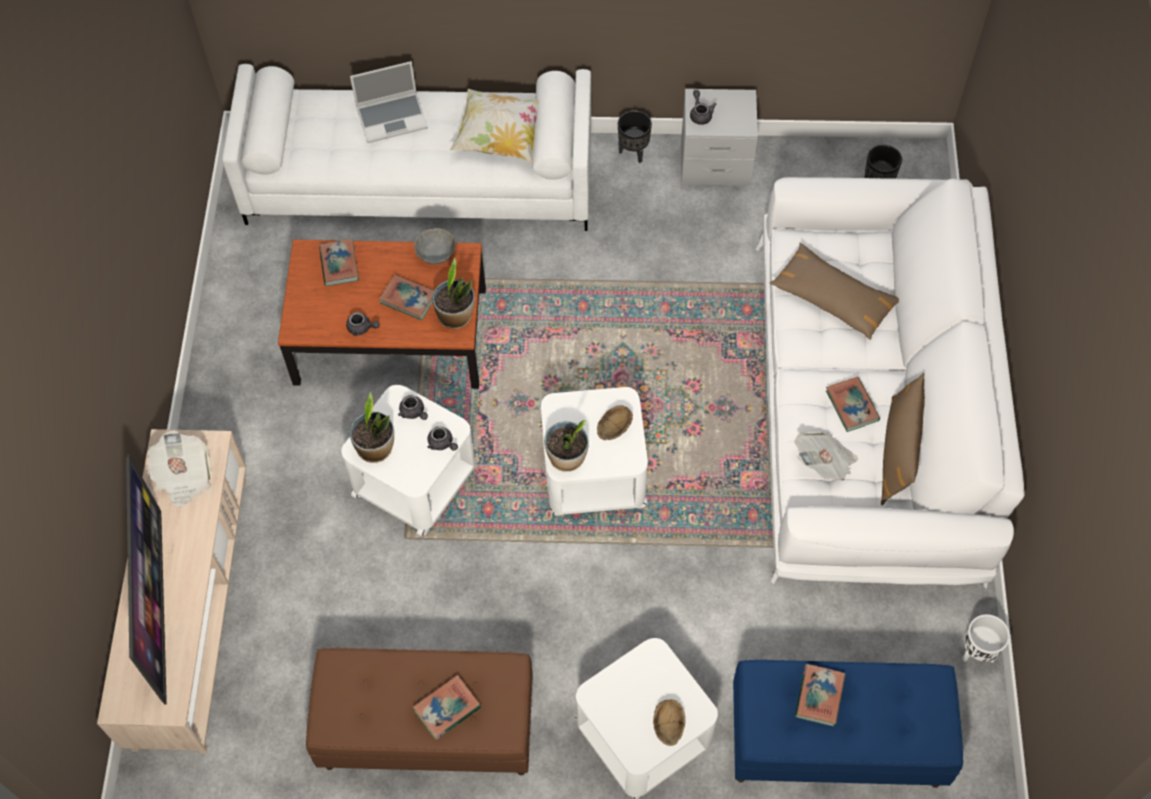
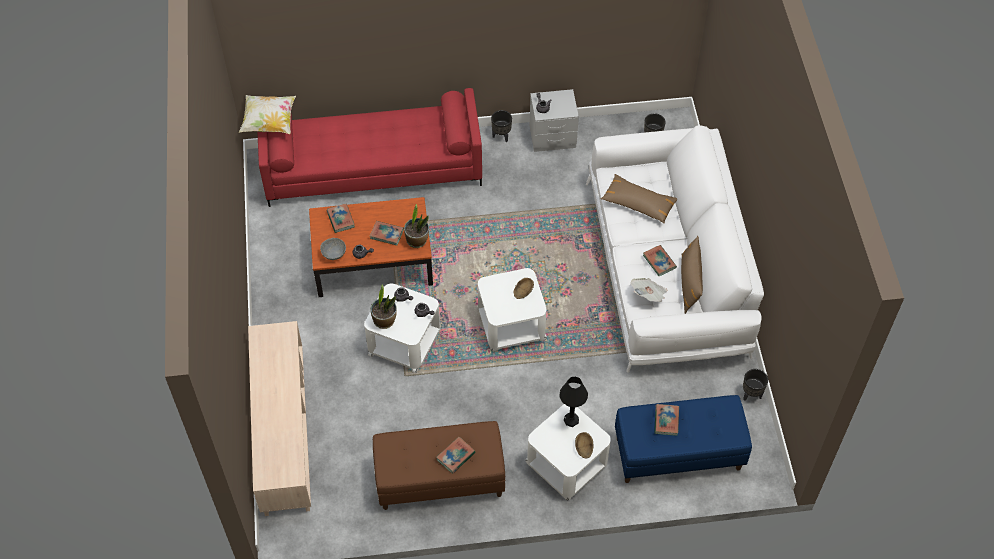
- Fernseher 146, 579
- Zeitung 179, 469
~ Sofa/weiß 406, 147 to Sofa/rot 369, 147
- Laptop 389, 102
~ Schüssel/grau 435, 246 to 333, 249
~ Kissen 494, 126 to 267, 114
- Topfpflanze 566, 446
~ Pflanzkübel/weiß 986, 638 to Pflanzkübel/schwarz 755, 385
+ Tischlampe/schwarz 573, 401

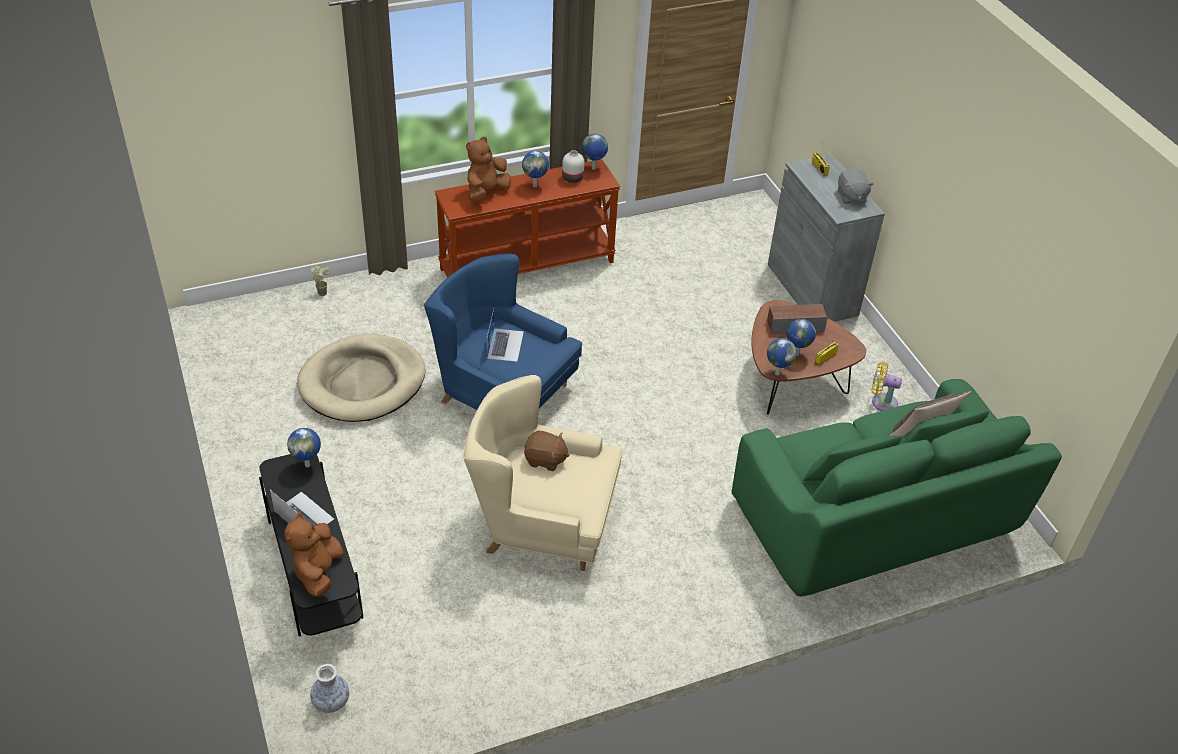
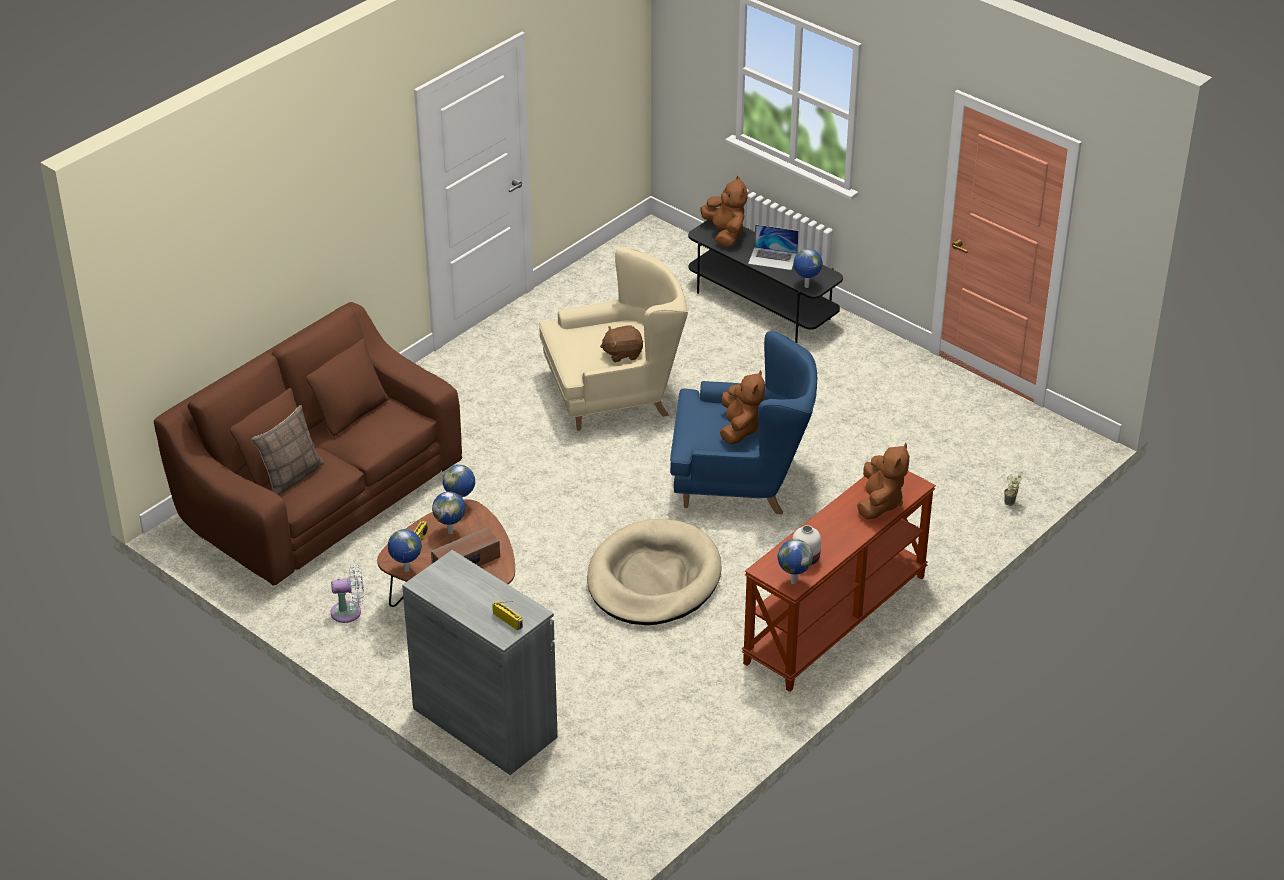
~ Hundebett/beige 361, 378 to 654, 572
- Vase 329, 688
~ Laptop 505, 335 to Plüschtier/braun 742, 407
~ Globus 535, 169 to 405, 550
~ Sofa/grün 896, 488 to Sofa/braun 308, 444
- Plüschtier/grau 856, 186
~ Ventilator/gelb 886, 386 to Ventilator/weiß 347, 593

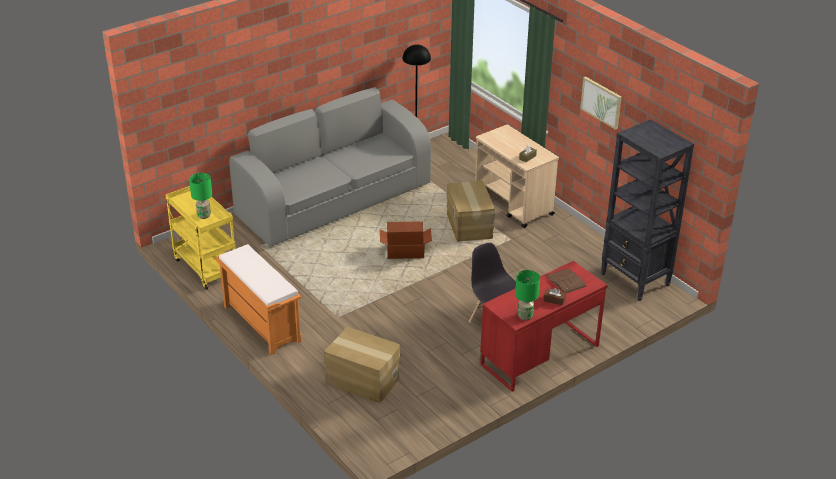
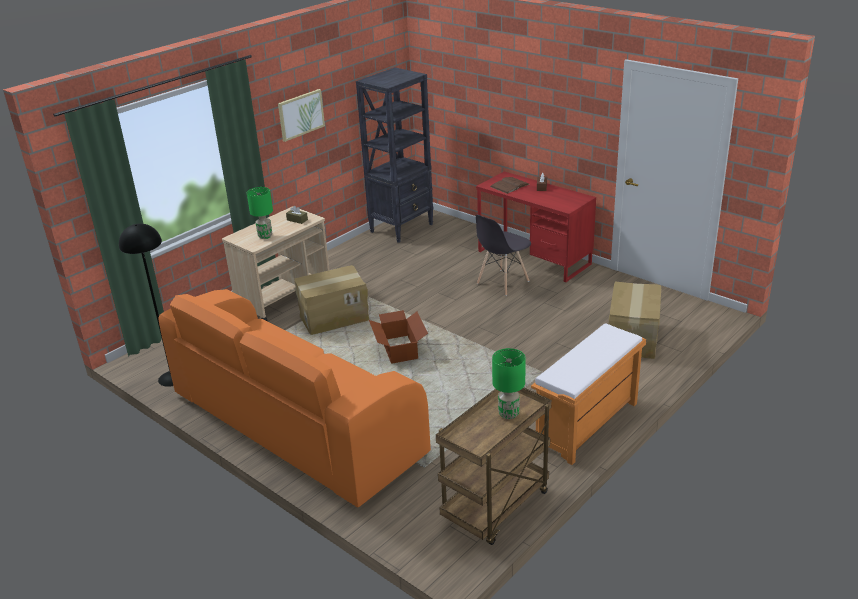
~ Rollwagen/gelb 200, 238 to Rollwagen/braun 493, 466
~ Sofa/grau 330, 166 to Sofa/orange 294, 398
~ Tischlampe/grün 527, 295 to 260, 213

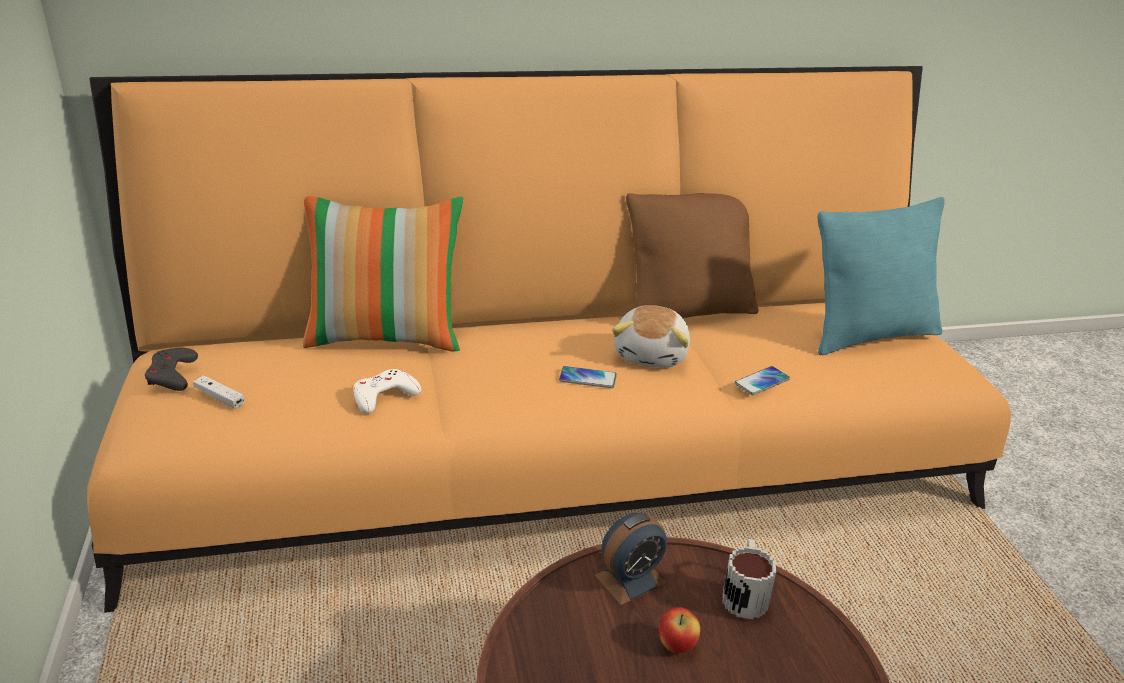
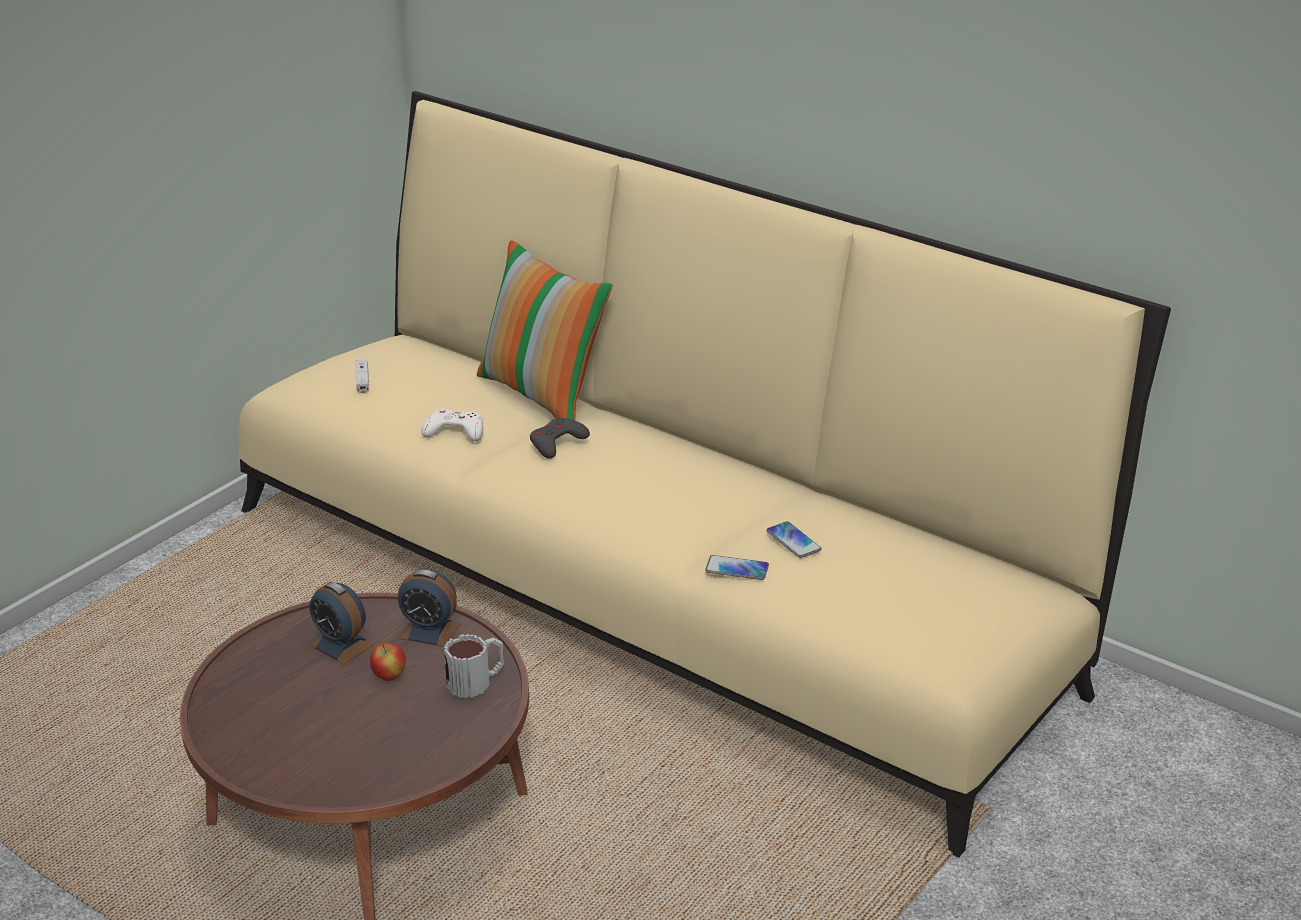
~ Sofa/orange 549, 339 to Sofa/beige 704, 474
~ Gamepad/grau 171, 369 to 560, 438
~ Handy 588, 377 to 794, 539
- Plüschtier 651, 336
- Kissen/braun 692, 255
- Kissen/türkis 881, 276
+ Wecker 341, 623

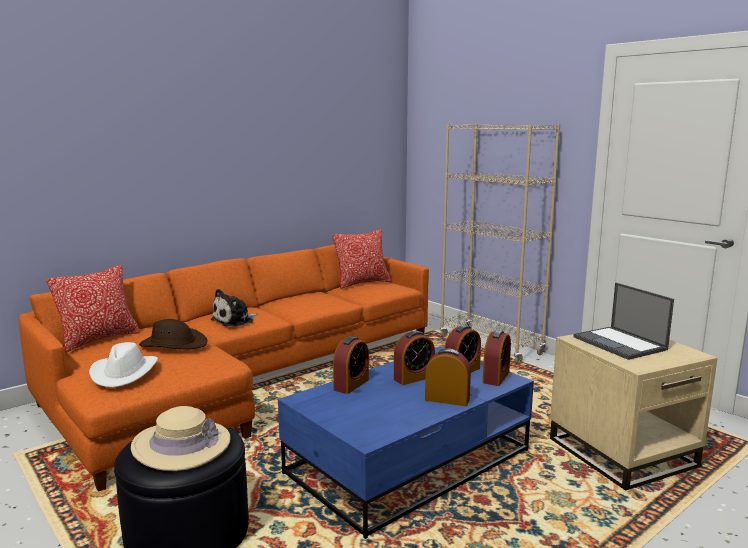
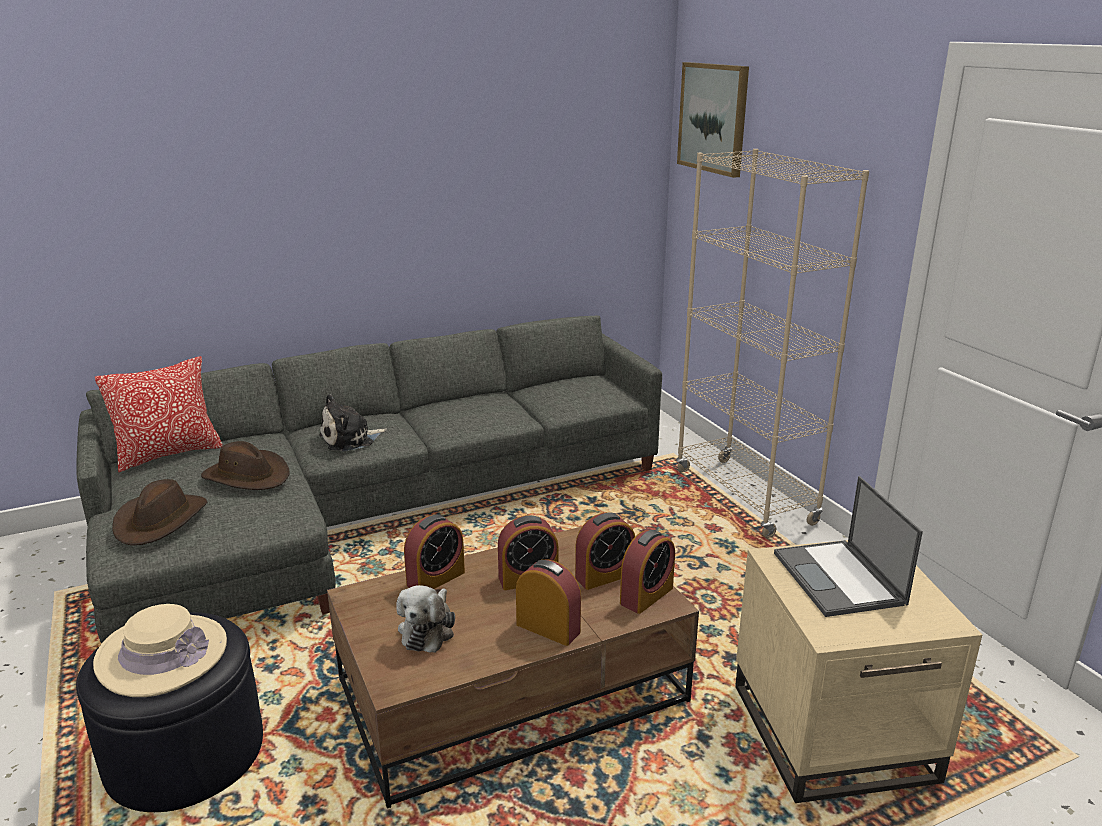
~ Sofa/orange 224, 368 to Sofa/grau 369, 480
~ Hut/weiß 123, 365 to Hut/braun 159, 512
~ Couchtisch/blau 406, 442 to Couchtisch/braun 513, 668
- Kissen 361, 259
+ Plüschtier 425, 619
+ Bild 713, 120

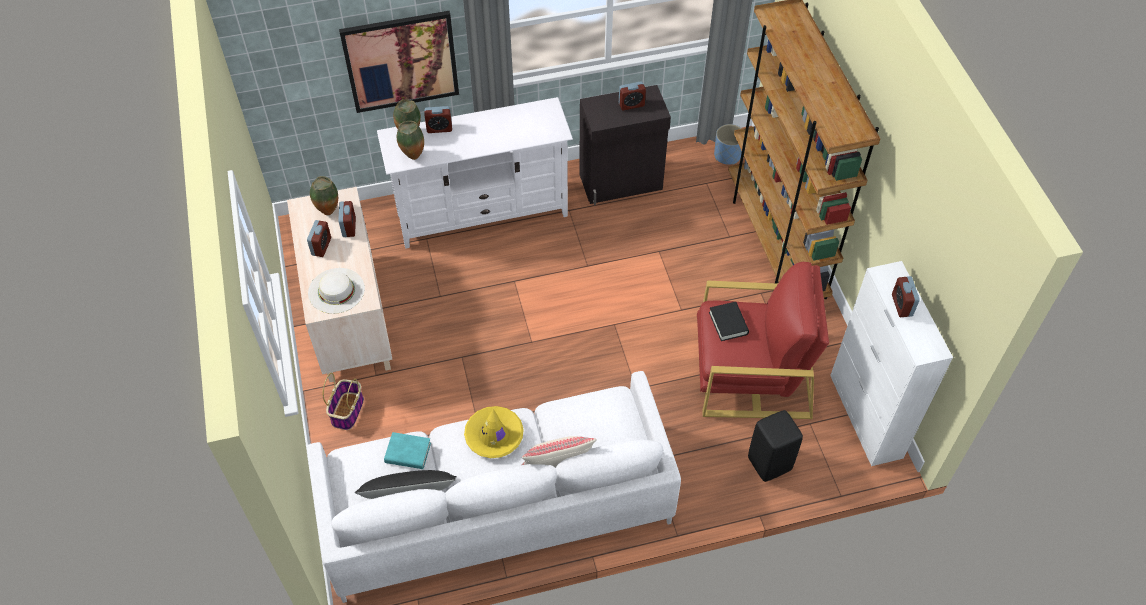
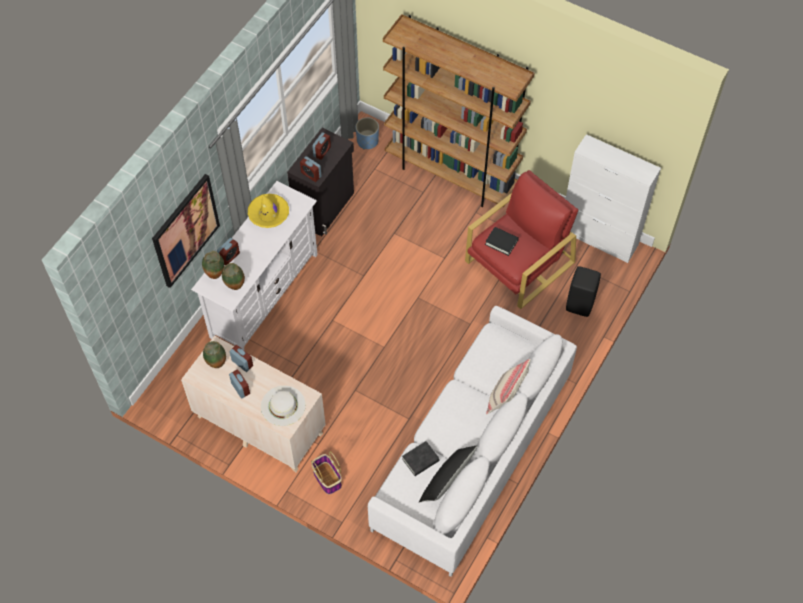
~ Buch/türkis 407, 450 to Buch/schwarz 421, 458
~ Hut/gelb 494, 432 to 268, 211
~ Wecker 906, 296 to 310, 169

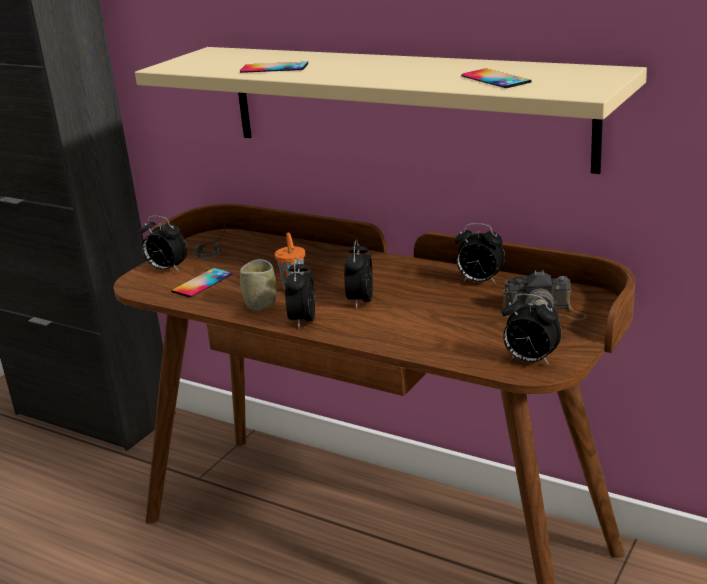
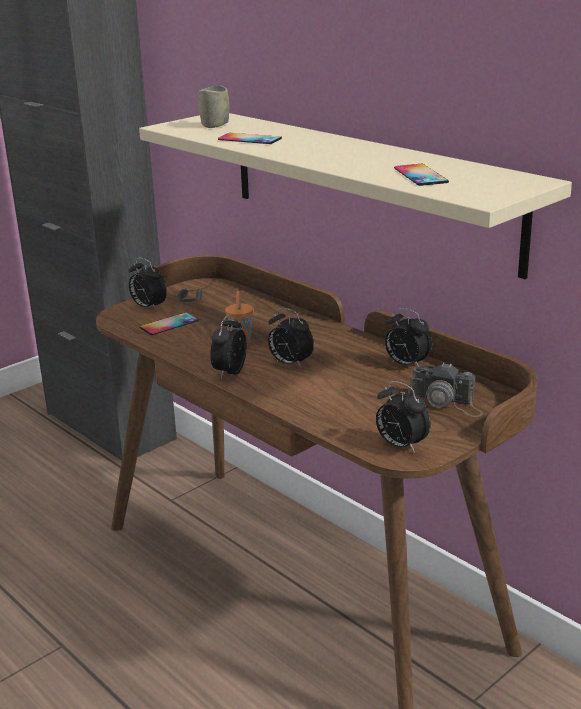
~ Tasse 258, 285 to 213, 106
~ Wecker 358, 274 = 291, 338 75 degrees counterclockwise

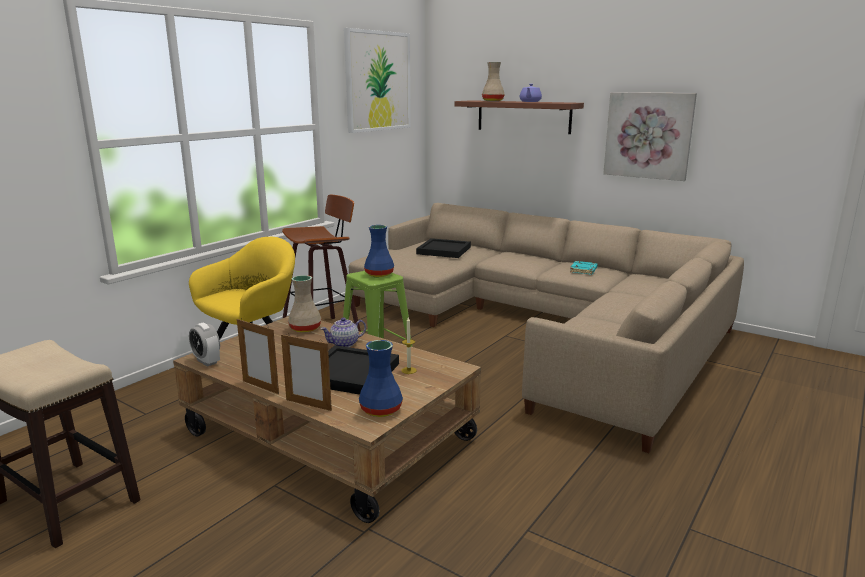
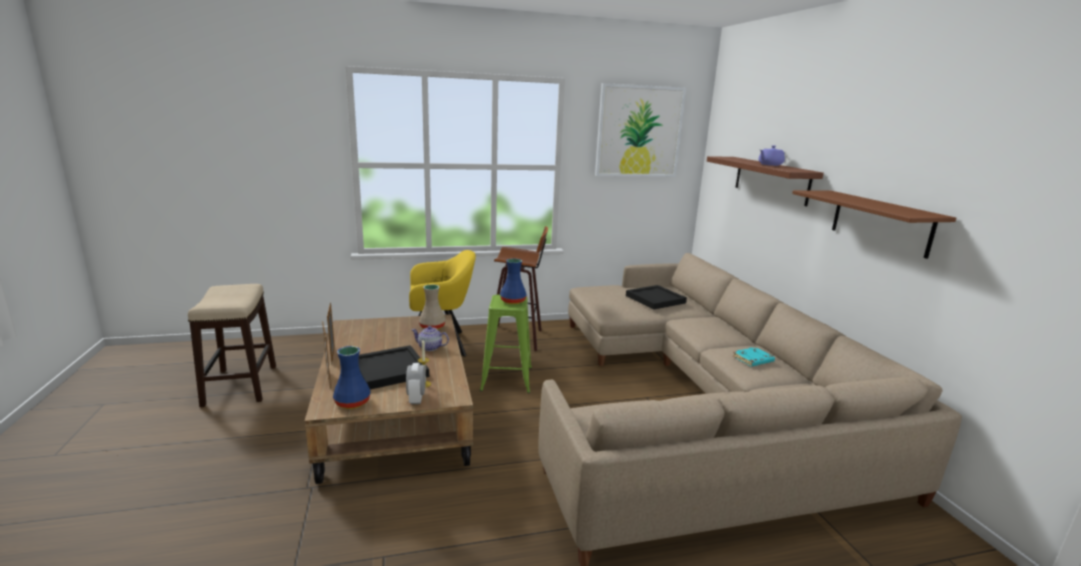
~ Wecker 204, 345 to 416, 383
- Vase/beige 493, 81
~ Bild 650, 136 to Wandregal/braun 874, 224

